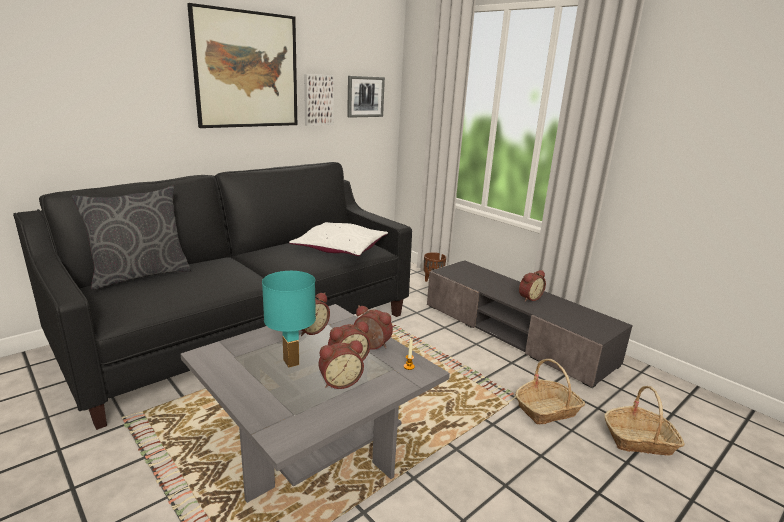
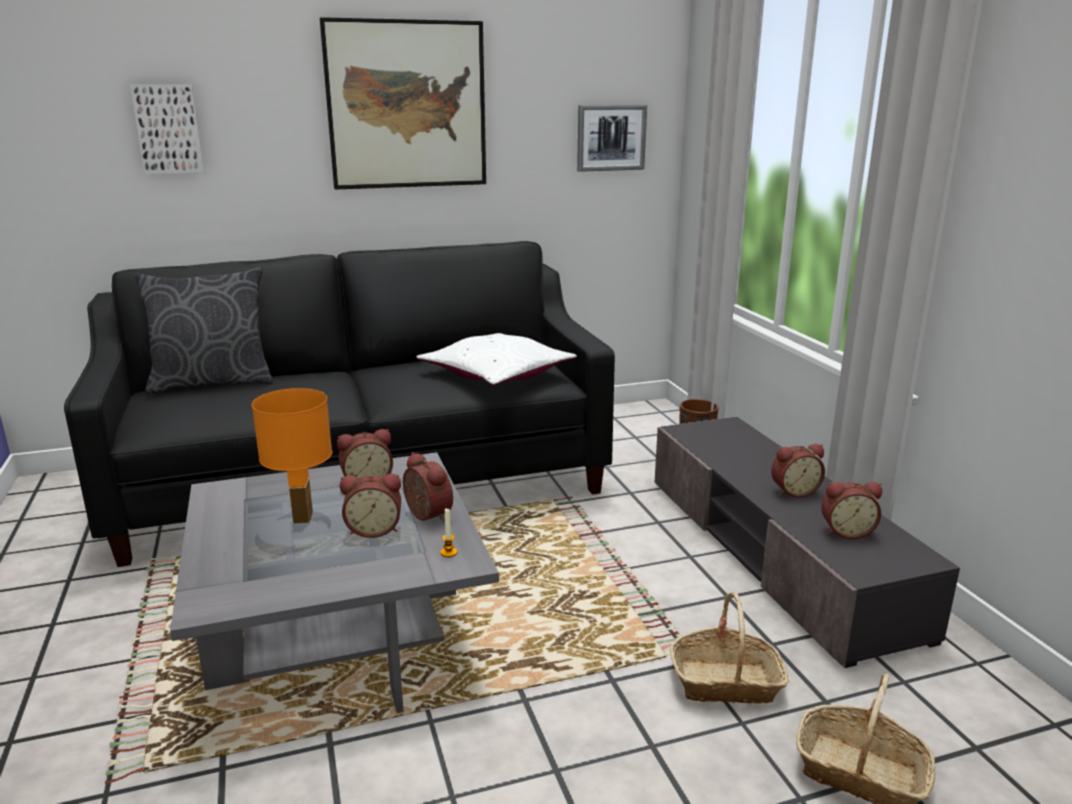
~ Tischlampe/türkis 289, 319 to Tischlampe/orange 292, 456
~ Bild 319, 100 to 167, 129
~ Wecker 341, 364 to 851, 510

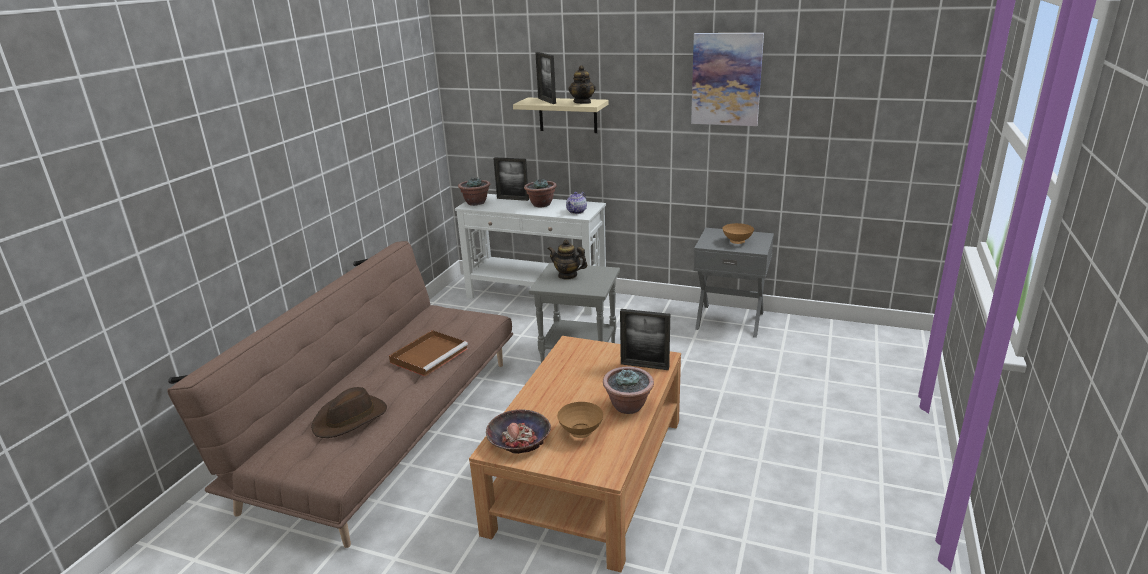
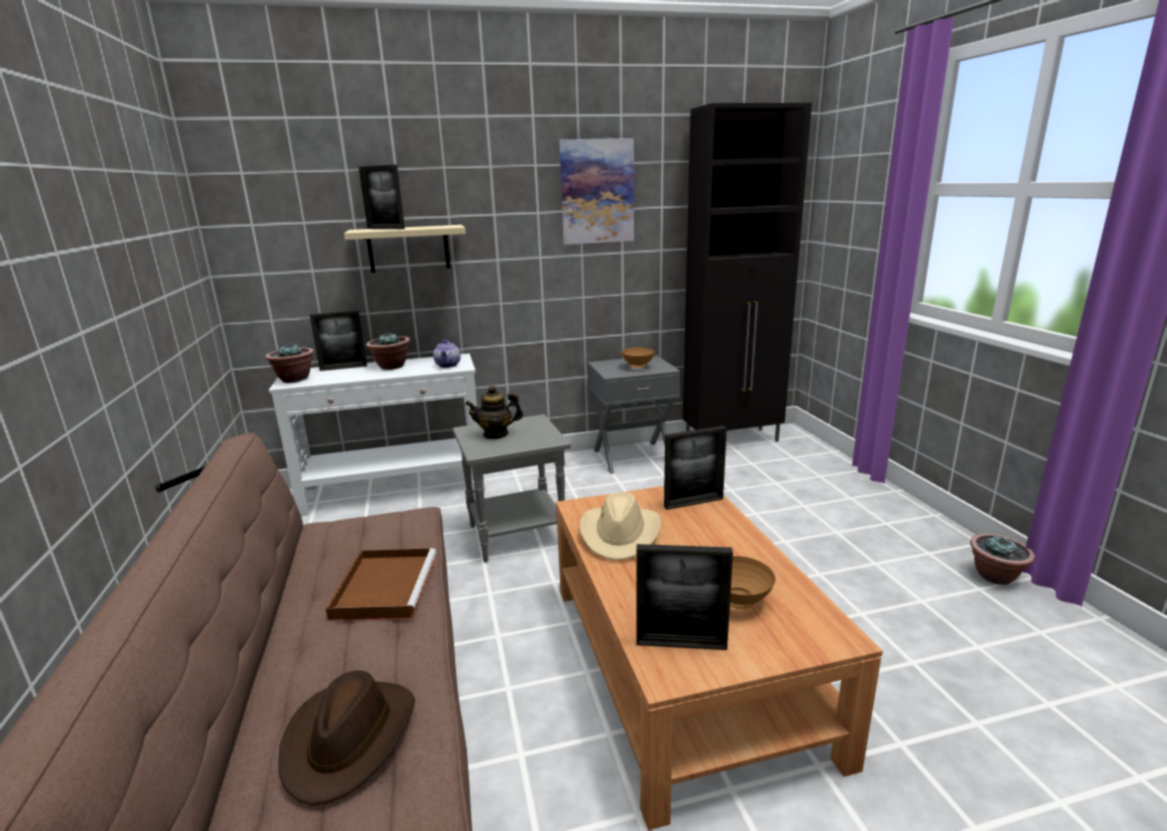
~ Schüssel 518, 431 to Bilderrahmen 684, 597
- Teekanne 582, 84
~ Topfpflanze 628, 390 to 1002, 559
+ Hut/beige 620, 526
+ Schrank/schwarz 747, 272

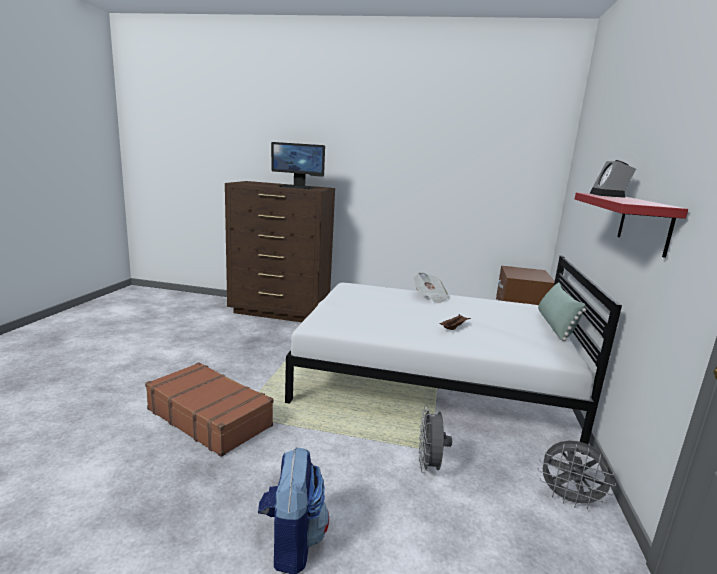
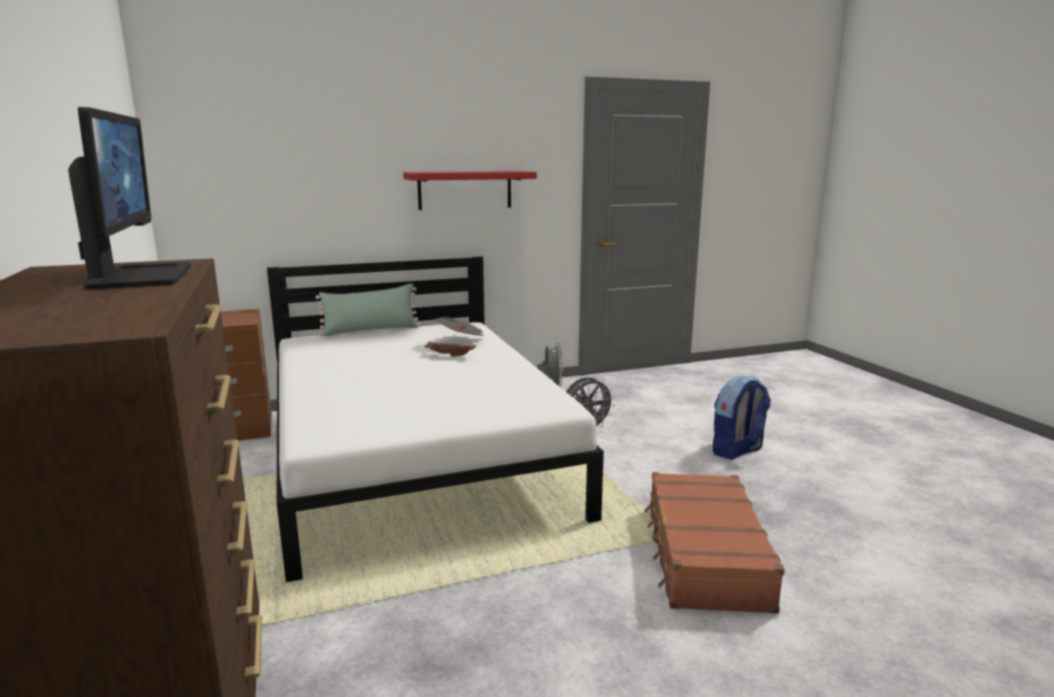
~ Zeitung 431, 288 to 458, 326
- Wecker 613, 179

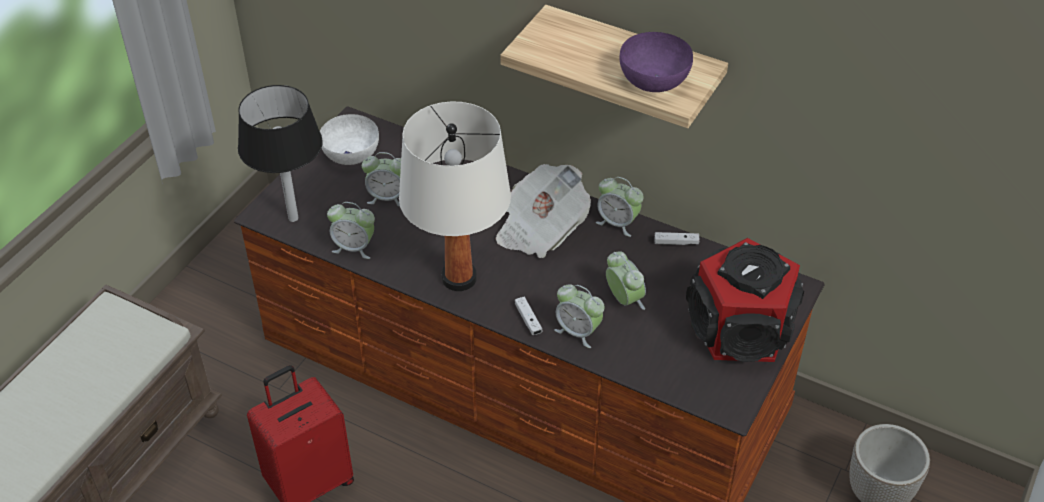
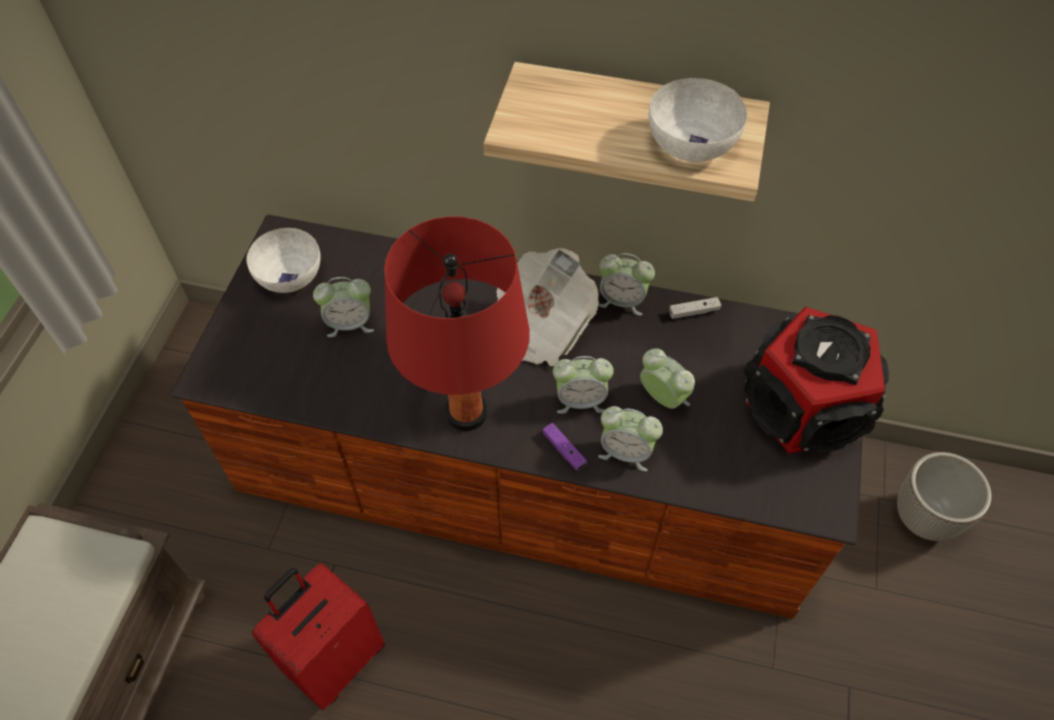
- Tischlampe/schwarz 280, 153
~ Wecker 351, 230 to 583, 384
~ Tischlampe/weiß 455, 196 to Tischlampe/rot 457, 323
~ Gamepad/weiß 529, 316 to Gamepad/lila 565, 447
~ Schüssel/lila 656, 62 to Schüssel/weiß 697, 120

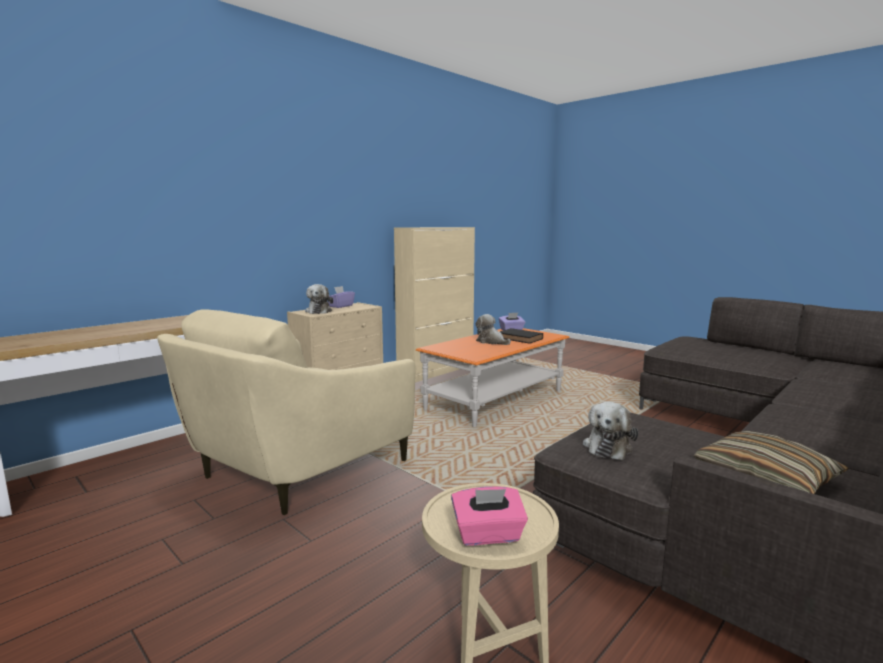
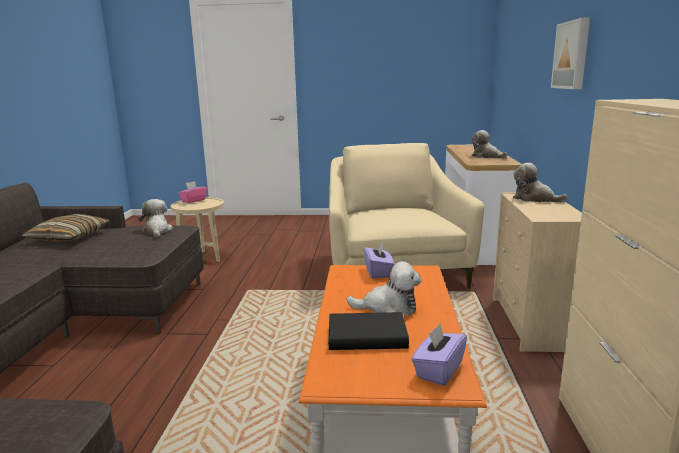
~ Taschentuchbox/lila 341, 297 to 379, 260
+ Plüschtier 489, 144
+ Bild 570, 53

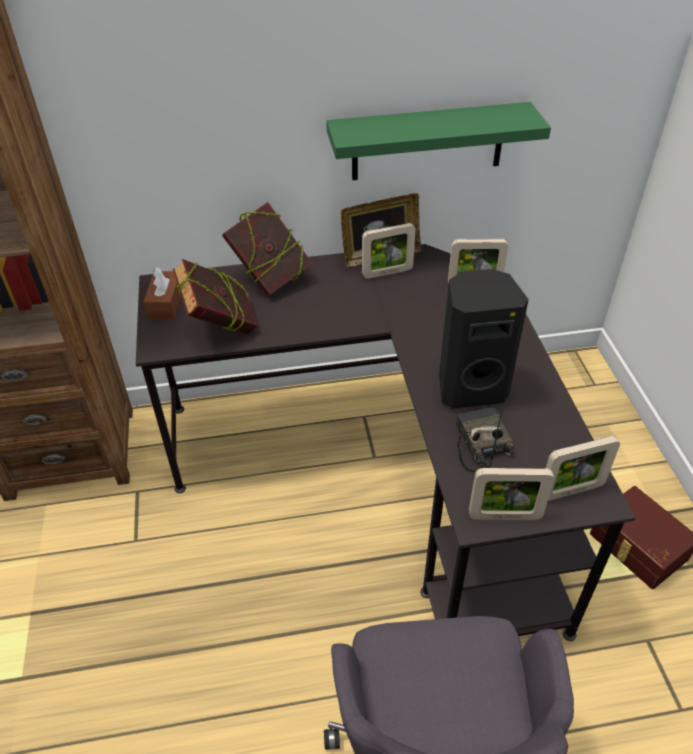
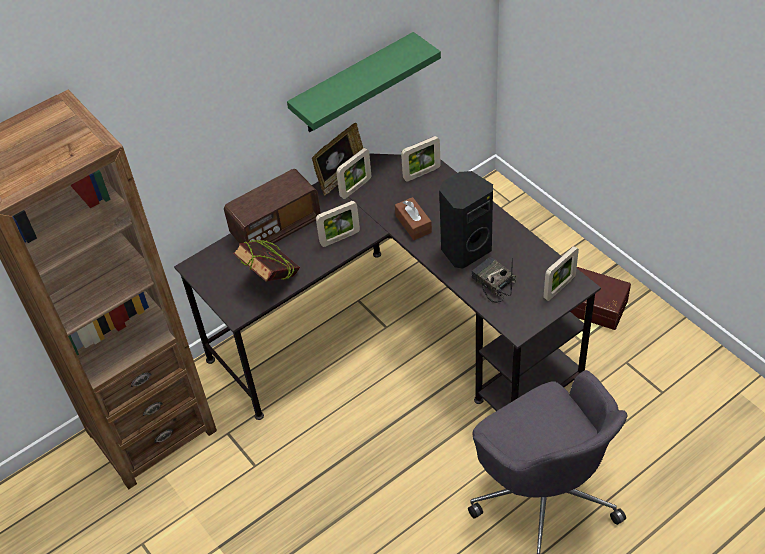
~ Taschentuchbox/braun 162, 293 to 413, 218
~ Buch 267, 249 to Radio 272, 206
~ Bilderrahmen 511, 494 to 338, 224

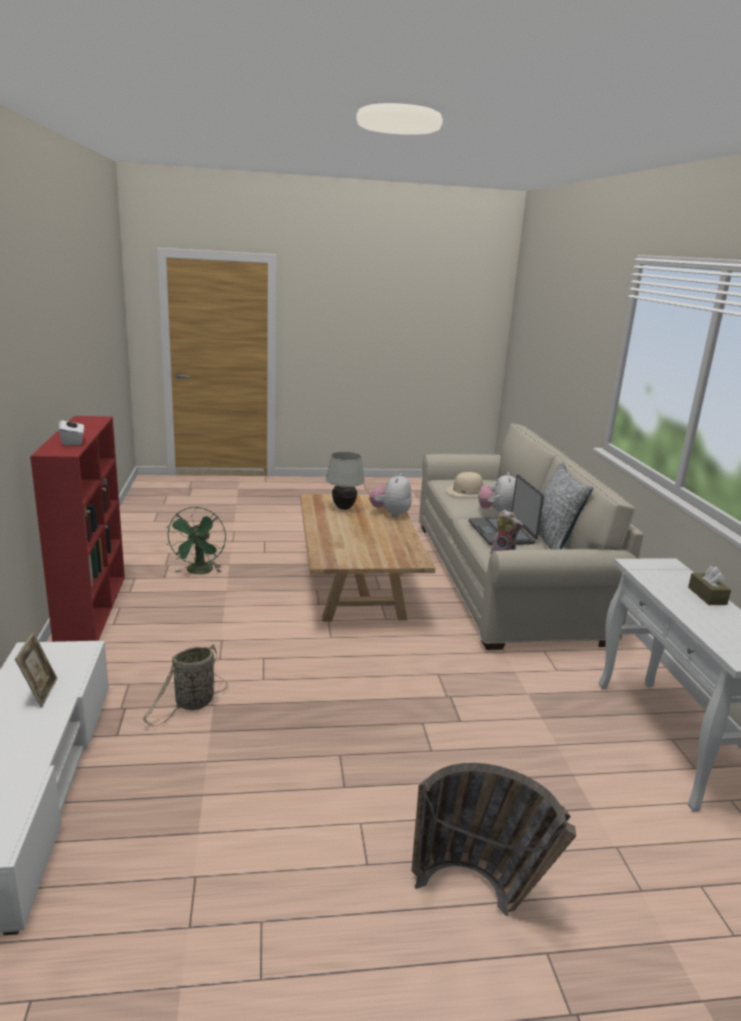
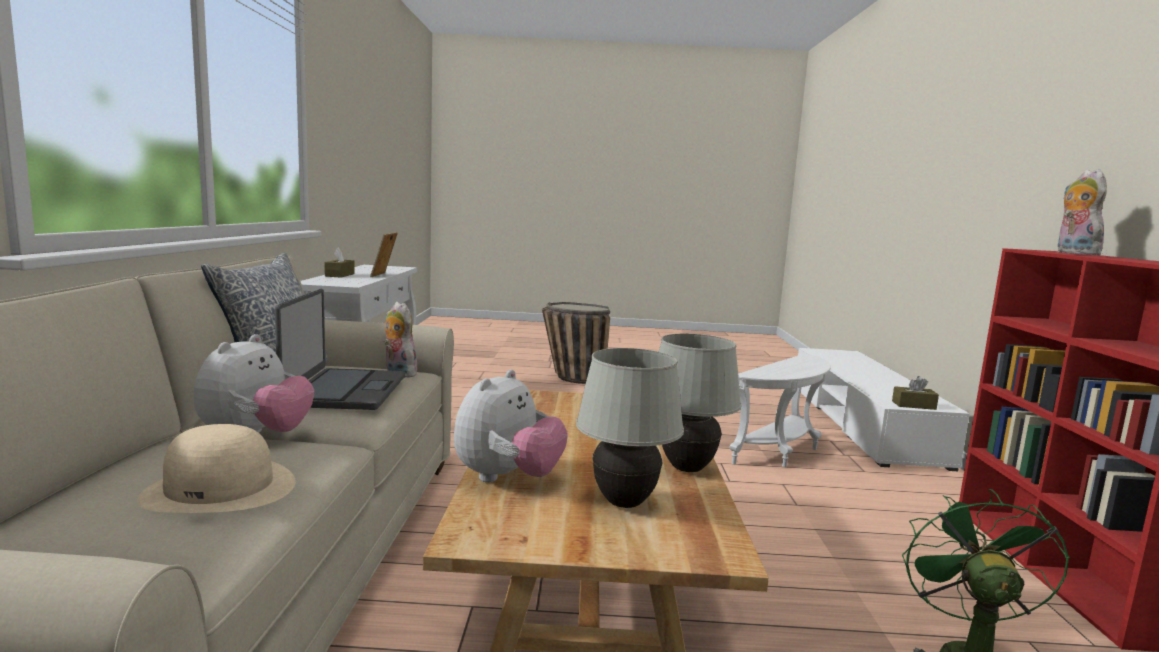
~ Bilderrahmen 36, 669 to 384, 254
~ Taschentuchbox/weiß 71, 431 to Plüschtier 1082, 212
~ Korb 185, 685 to Beistelltisch/weiß 780, 410
+ Tischlampe/weiß 700, 402
+ Taschentuchbox/braun 915, 393

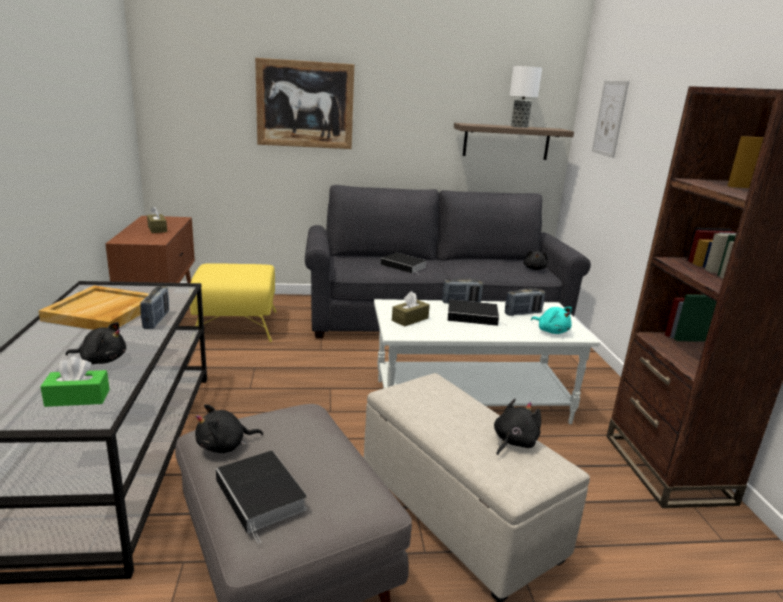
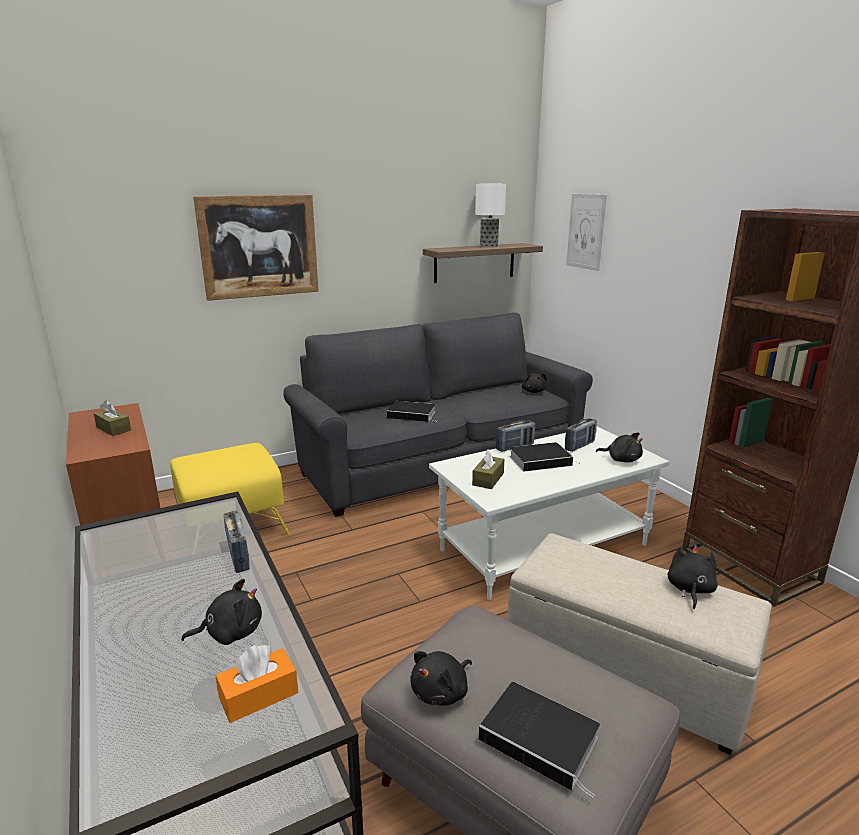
- Tablett/beige 93, 307
~ Taschentuchbox/grün 75, 381 to Taschentuchbox/orange 257, 684
~ Plüschtier/türkis 551, 320 to Plüschtier/schwarz 619, 447

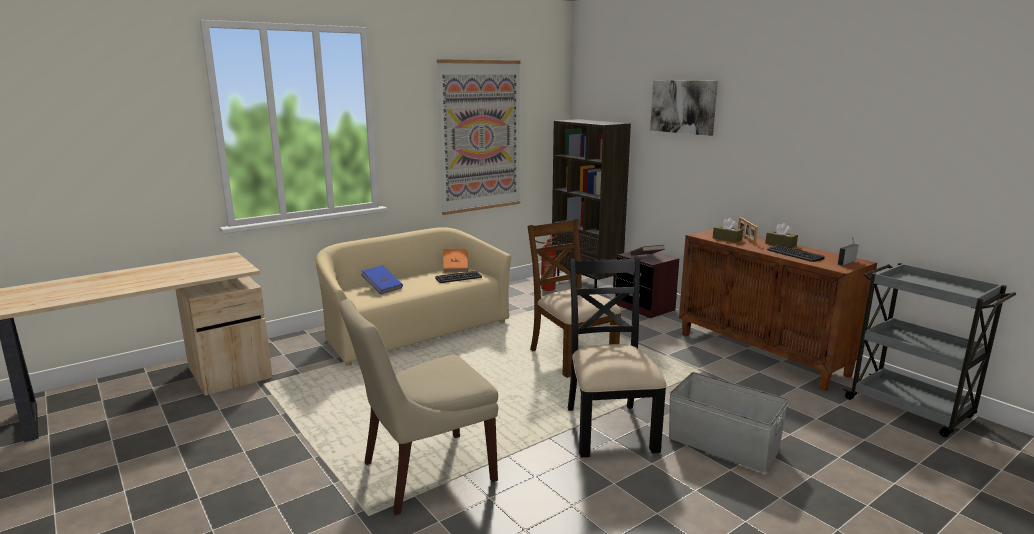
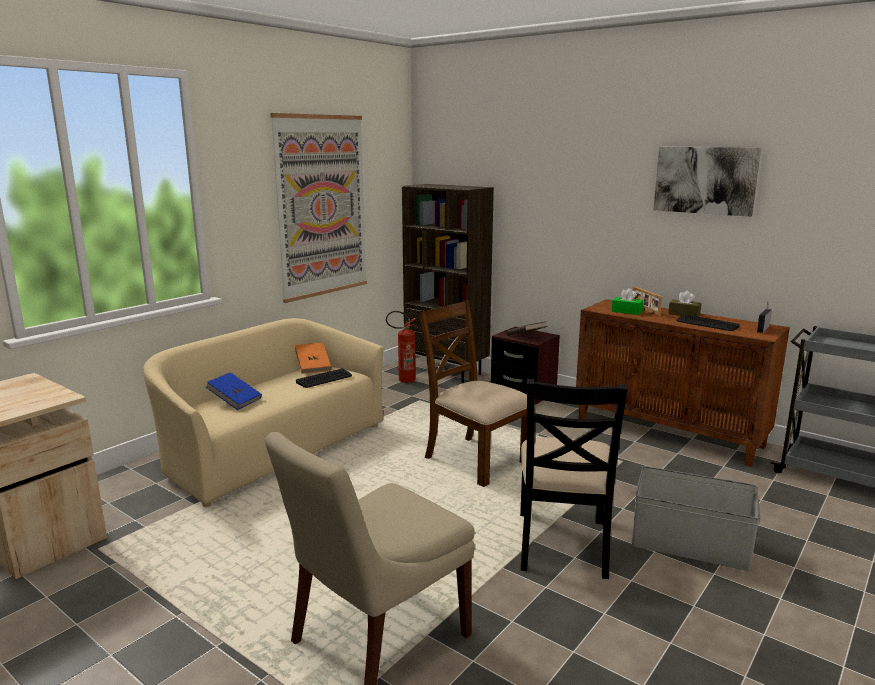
~ Stuhl/schwarz 617, 358 = 574, 479 150 degrees counterclockwise
~ Bild 684, 108 to 707, 182
~ Taschentuchbox/braun 728, 230 to Taschentuchbox/grün 627, 301

